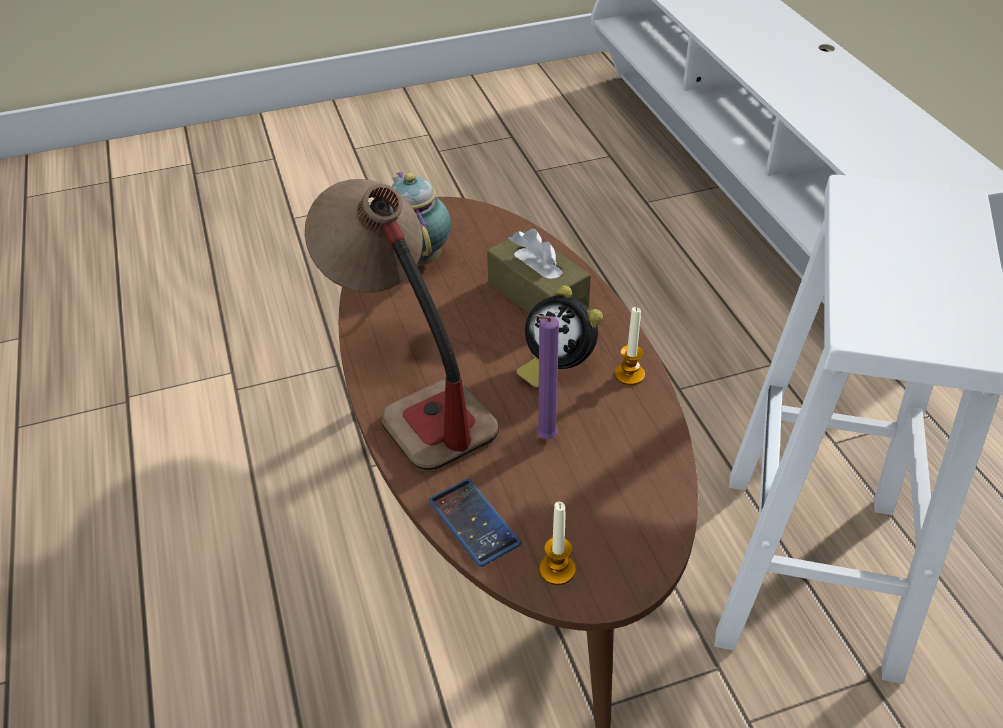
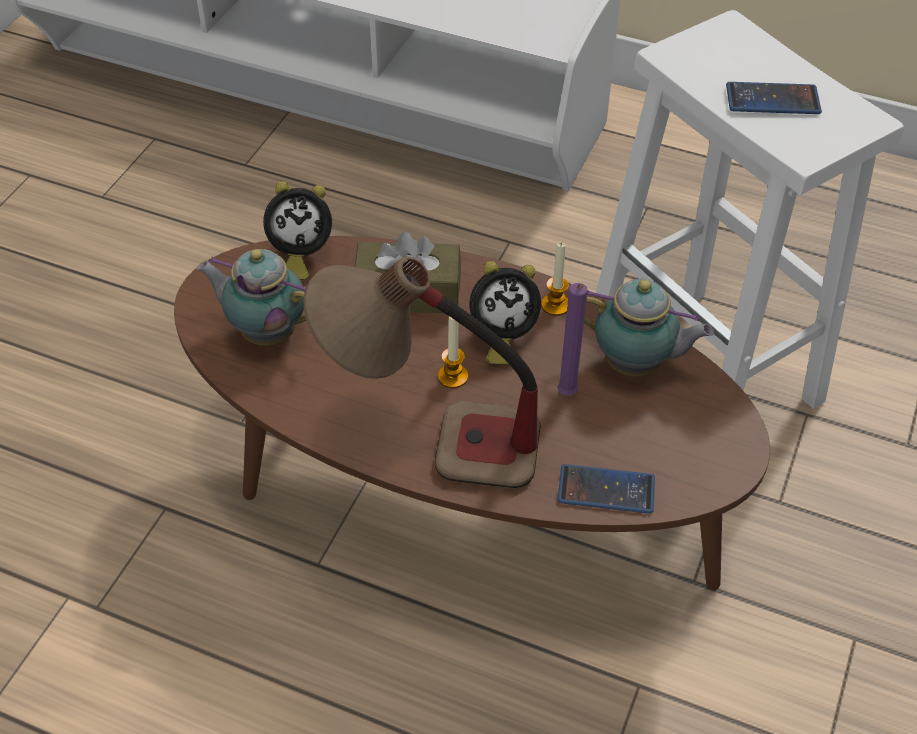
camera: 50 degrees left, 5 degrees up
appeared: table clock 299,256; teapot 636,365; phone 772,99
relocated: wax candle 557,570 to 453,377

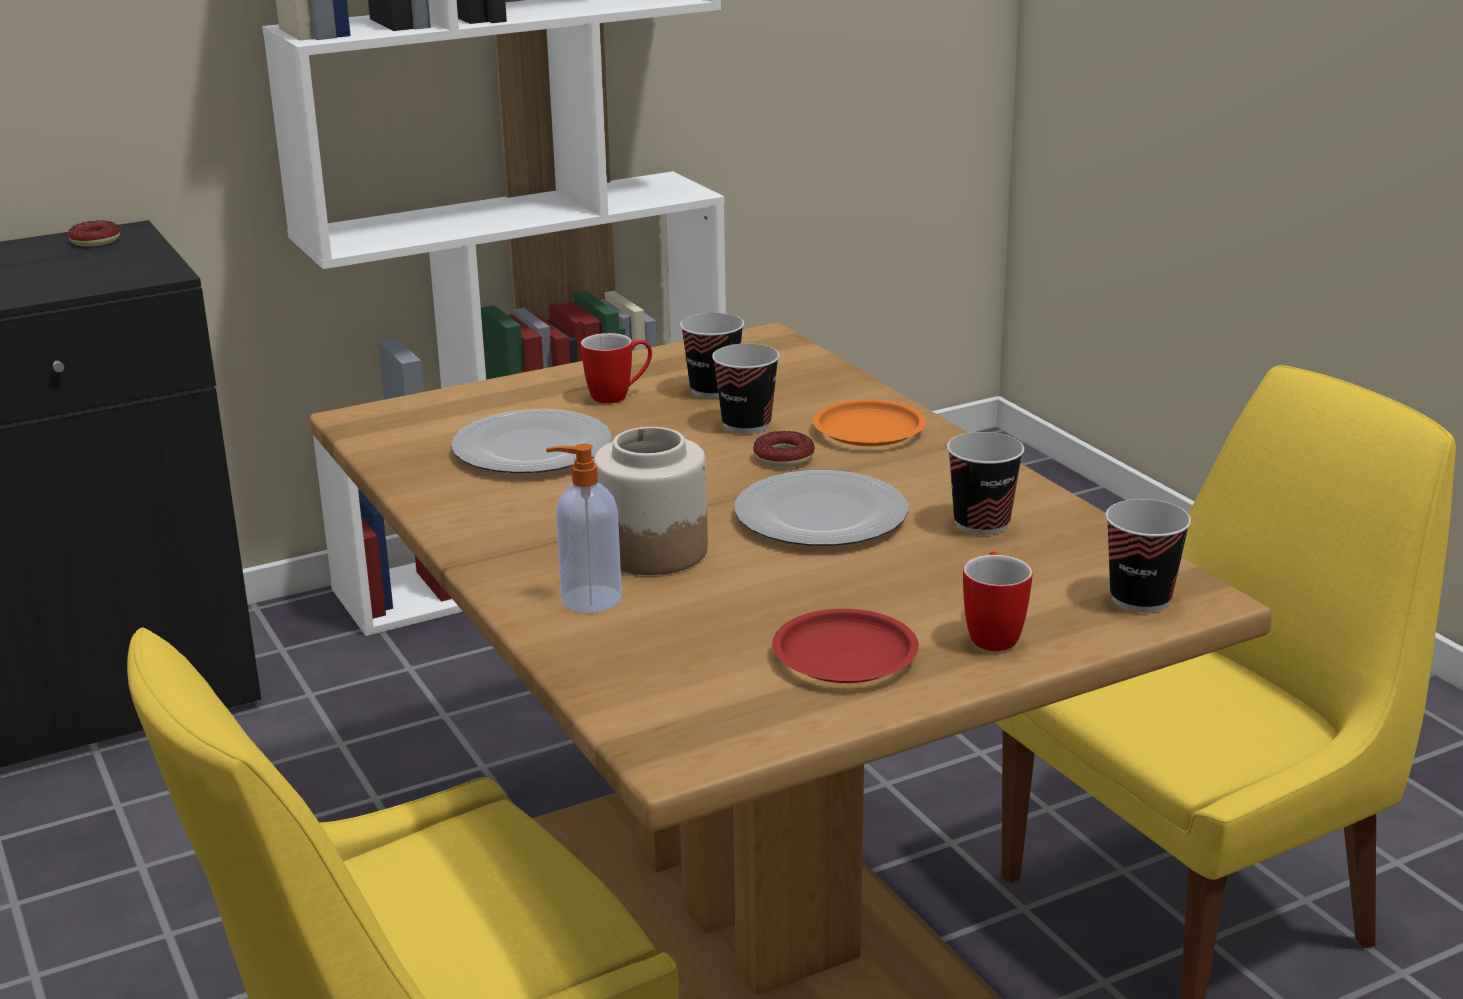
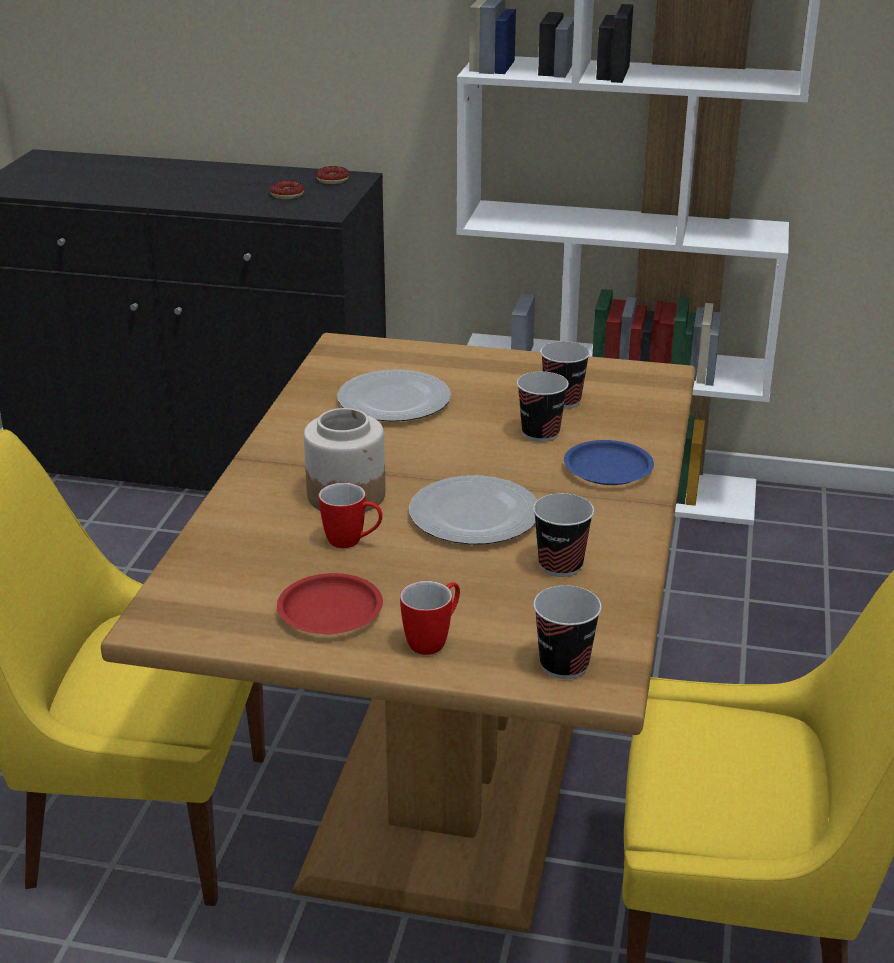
camera: 40 degrees right, 5 degrees up
missing: soap bottle 589,600
relocated: mug 619,396 to 352,542; doughnut 784,457 to 287,195
colour: orangey dinner plate 867,430 to bluish dinner plate 607,468

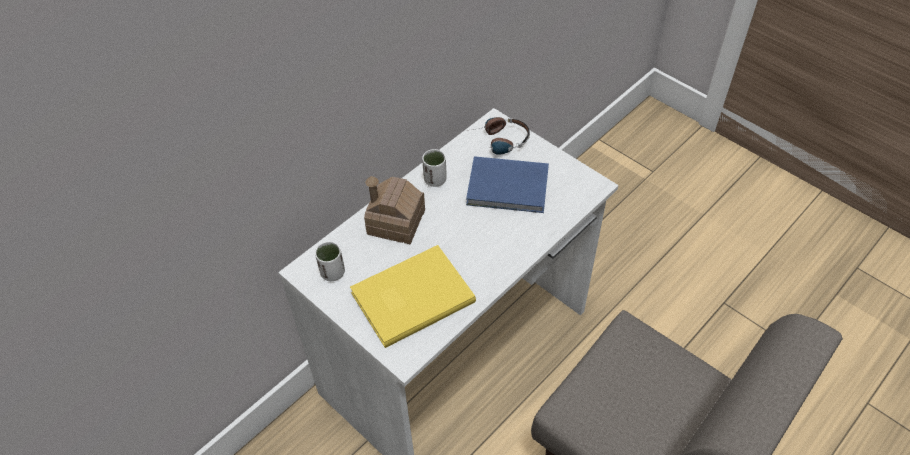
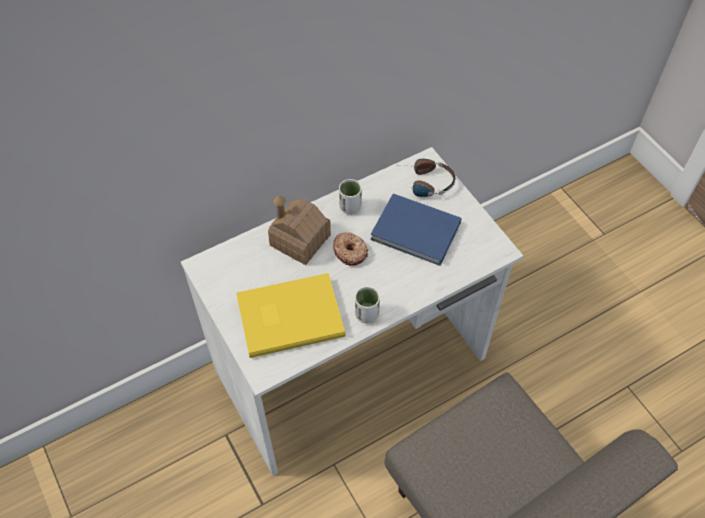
camera: 15 degrees right, 5 degrees up
appeared: doughnut 350,252
relocated: whitish cup 332,273 to 366,314

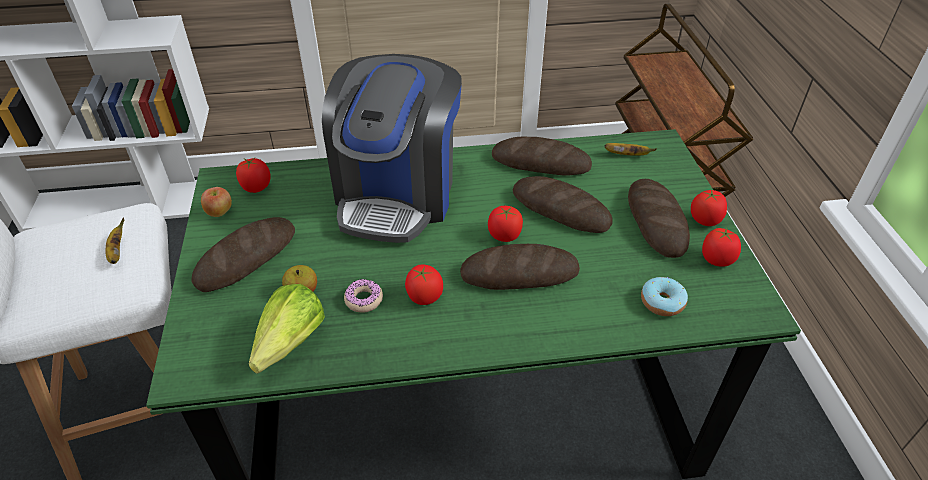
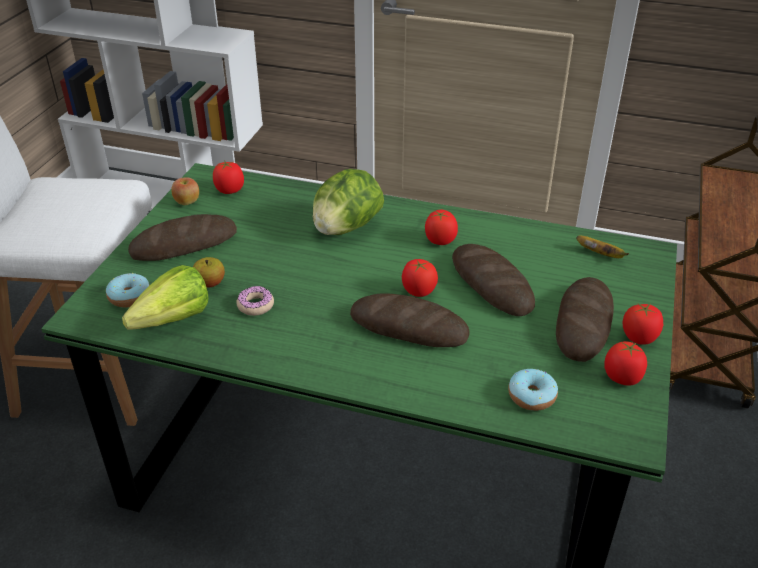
camera: 25 degrees right, 5 degrees down
missing: banana 117,252; bakery bread 541,162
appeared: doughnut 129,296
relocated: fresh tomato 424,297 to 440,240
exchanged: coffee machine 397,193 to lettuce head 346,228

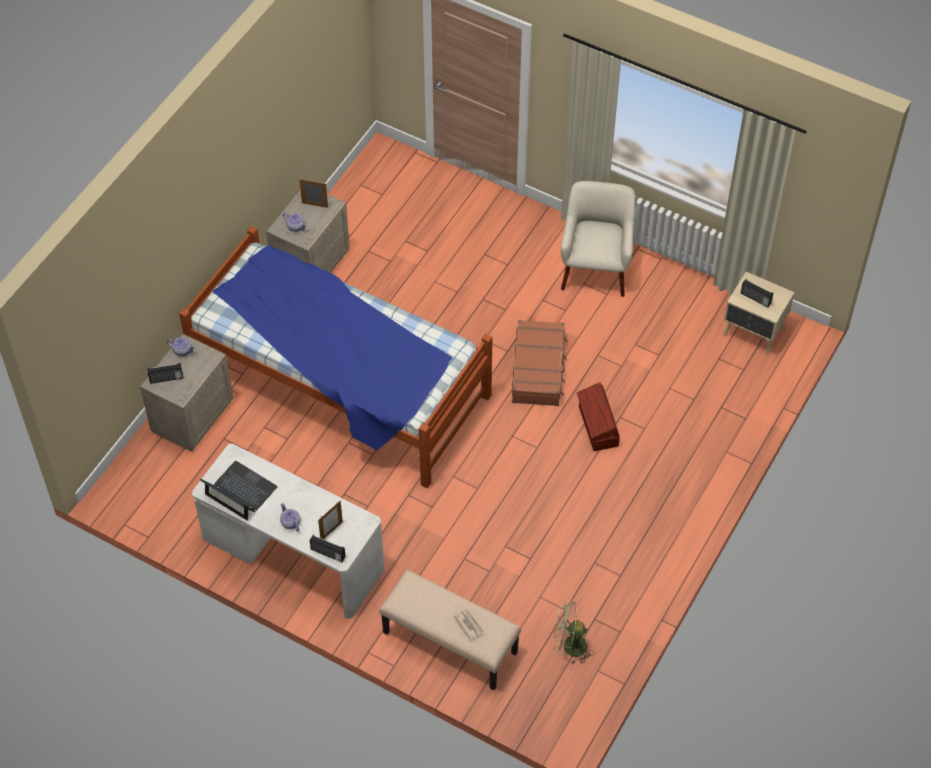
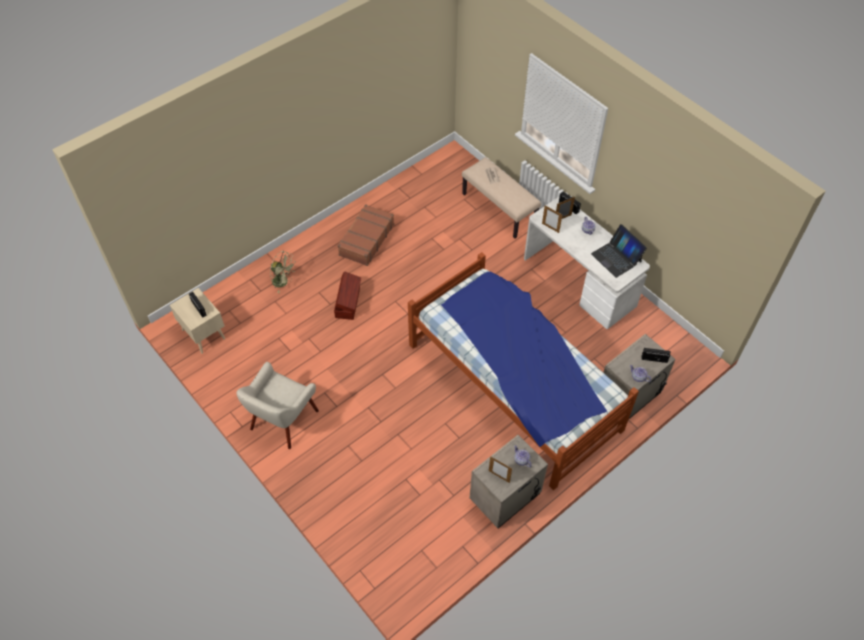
camera: 160 degrees left, 0 degrees up
appeared: photo frame 550,228
relocated: brown travel case 538,369 to 366,240; green fan 569,647 to 283,282

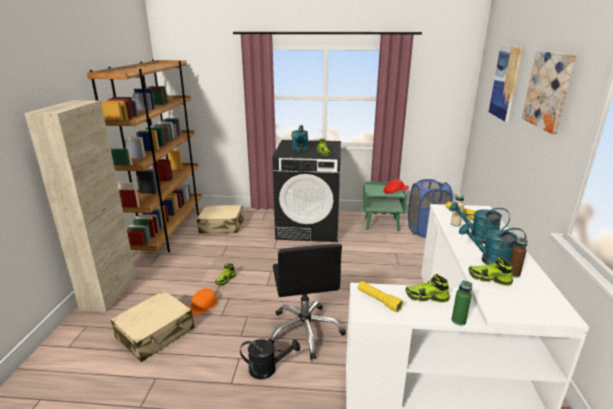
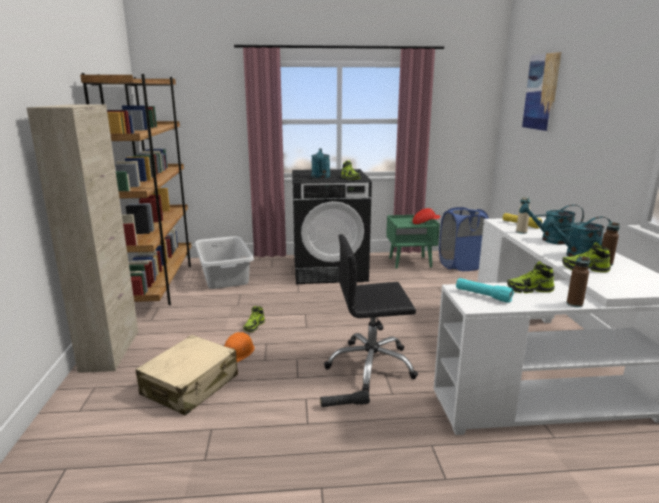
camera: 10 degrees left, 5 degrees down
missing: picture 549,90
exchanged: beige-coloured travel case 222,226 to greyish laundry basket 225,276; black-coloured watering can 268,369 to black-coloured torch 344,405
colour: yellow-coloured torch 379,301 to turquoise torch 483,296; green drink bottle 458,321 to brown drink bottle 574,304
spun: black-coloured computer chair 305,331 = 371,365 105 degrees clockwise

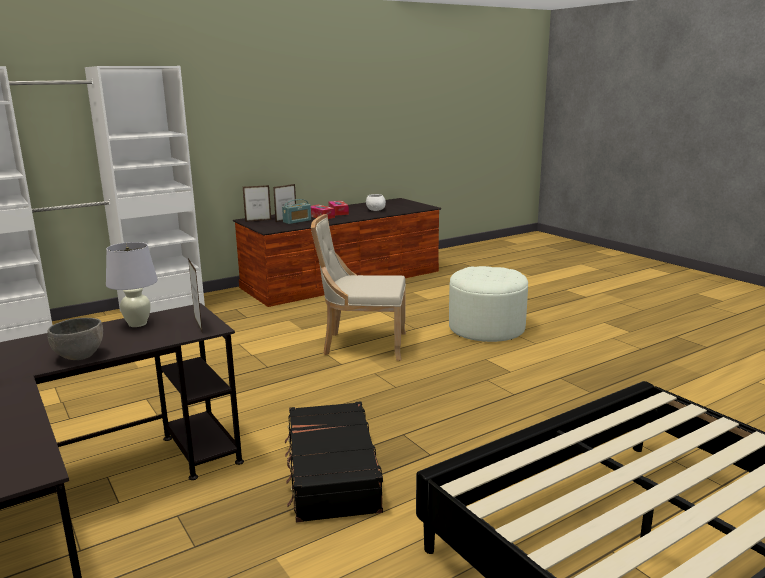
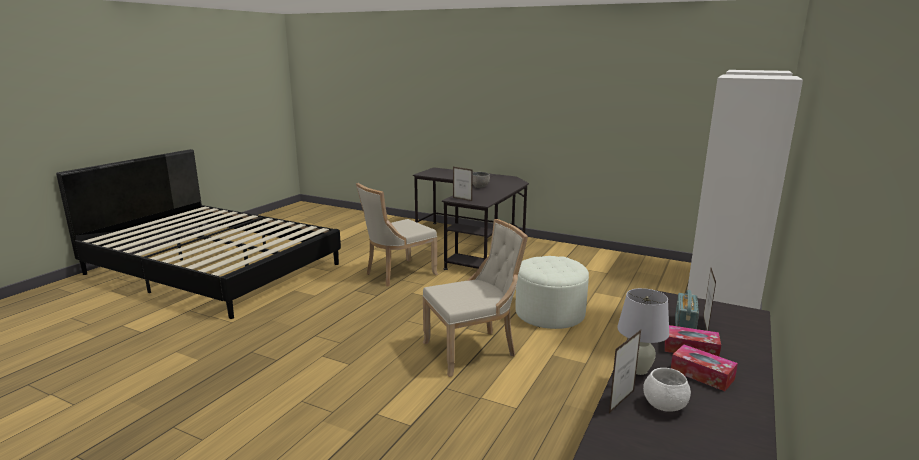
camera: 150 degrees right, 0 degrees up
relocated: whitish tabletop lamp 137,324 to 638,370; photo frame 258,220 to 621,402; whitish ottoman 486,328 to 550,313
exchanged: black-coloured travel case 331,473 to beige-coloured chair 397,274

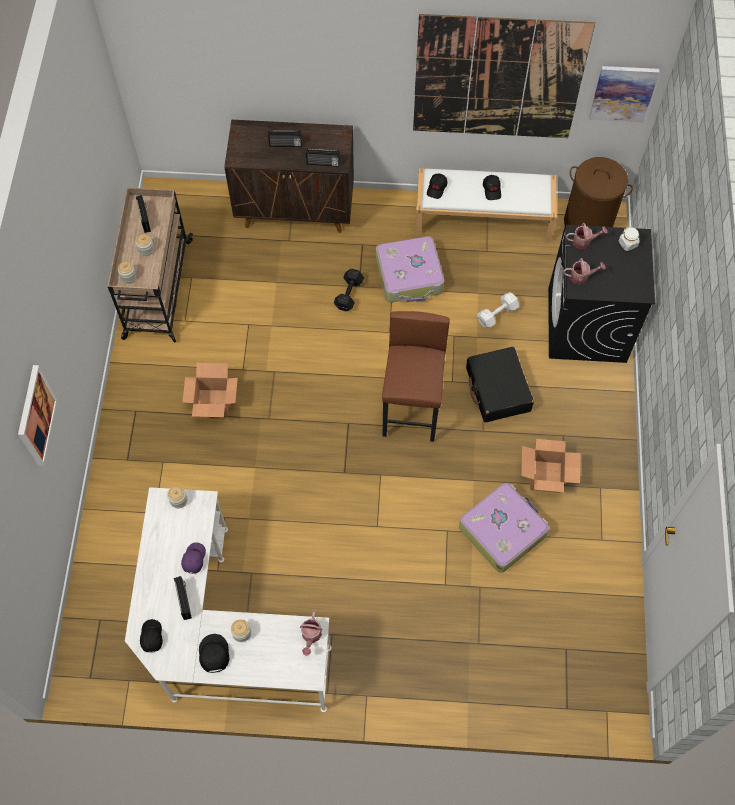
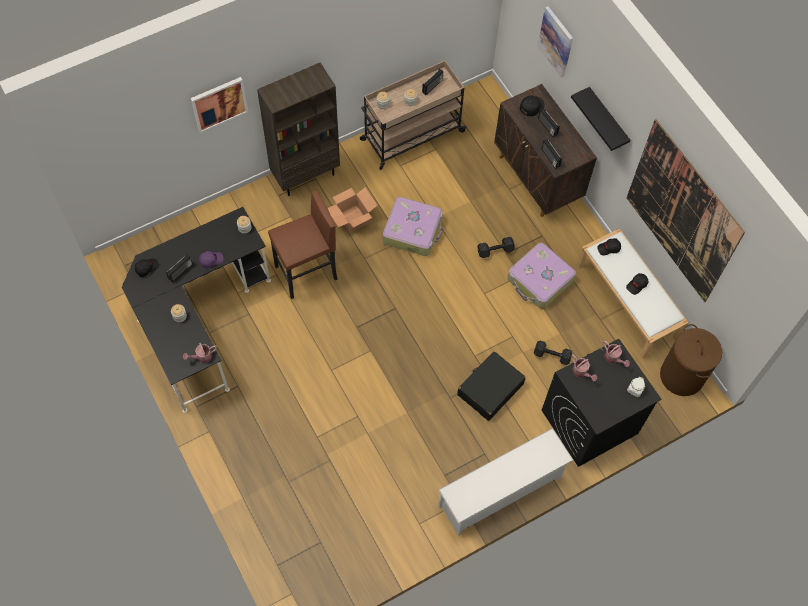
camera: 55 degrees right, 0 degrees up
missing: carton 545,476
appeared: brown shelving unit 306,175; whitish shoe rack 500,493; black-coloured shelf 607,120
relocated: black-coloured peaked cap 213,654 to 531,106; brown sitting stool 412,410 to 306,273; travel case 502,530 to 413,230; picture 623,93 to 556,41
colour: whitish desk unit 220,633 to black-coloured desk unit 197,320; whitish dumbbell 498,314 to black-coloured dumbbell 552,356

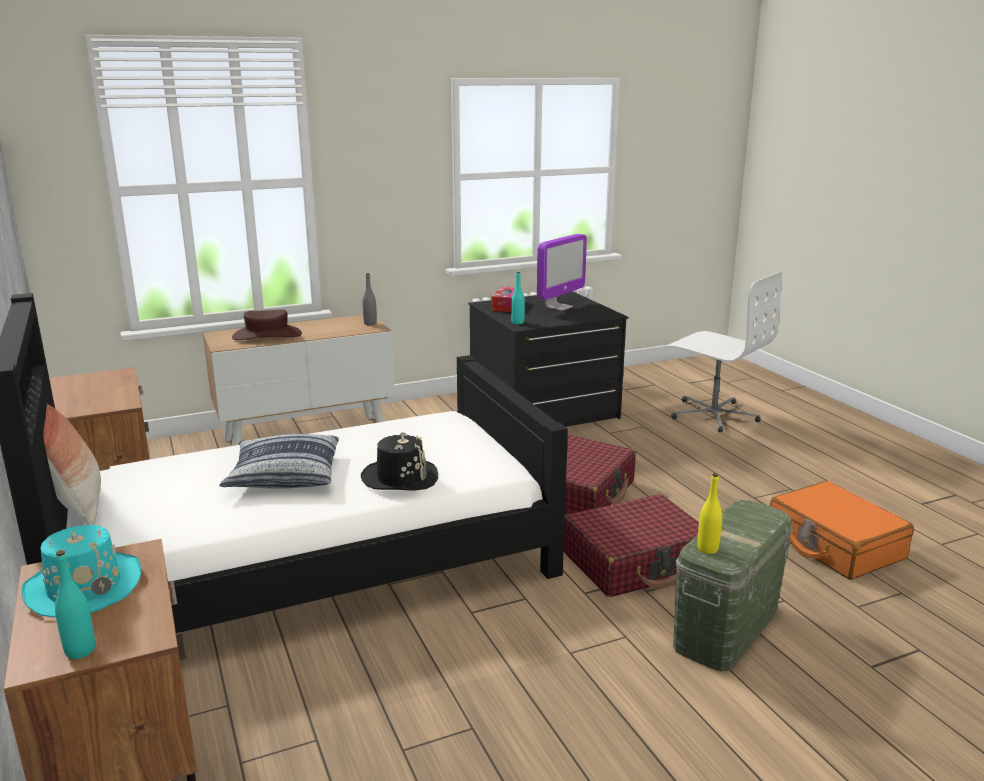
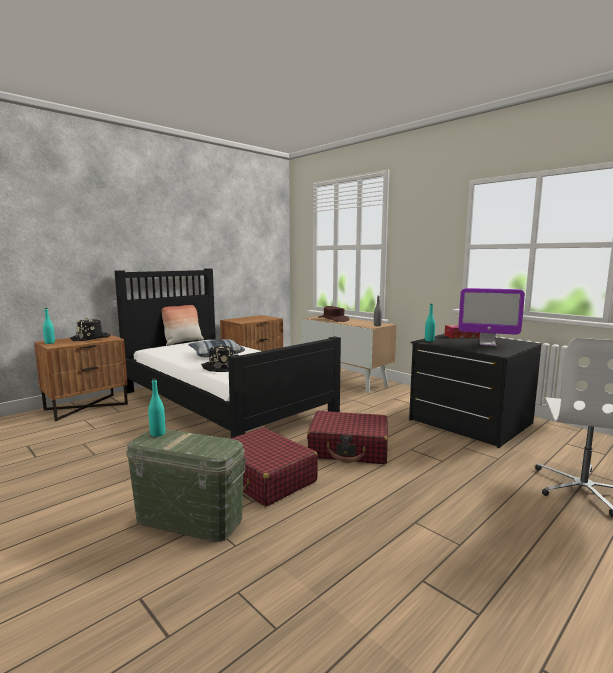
camera: 70 degrees right, 10 degrees down
missing: orangey travel case 834,545
colour: turquoise wearable hat 84,586 to black-coloured wearable hat 91,338; yellow-coloured drink bottle 707,549 to turquoise drink bottle 157,434

